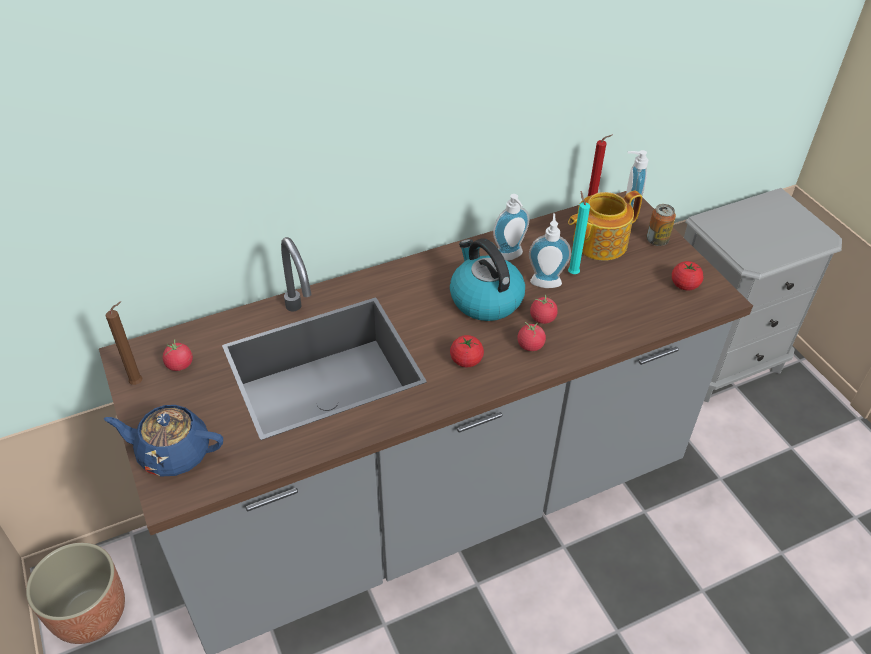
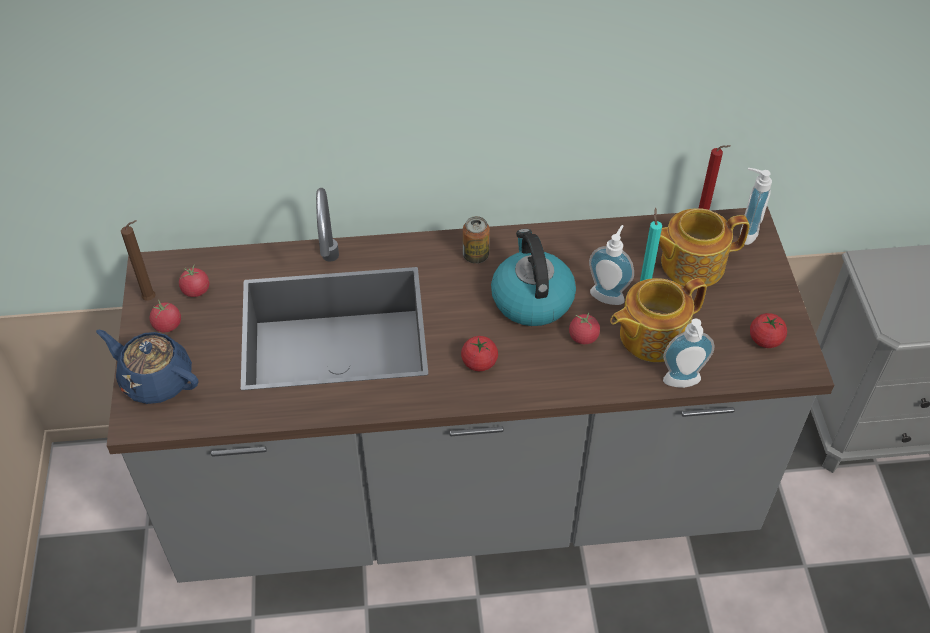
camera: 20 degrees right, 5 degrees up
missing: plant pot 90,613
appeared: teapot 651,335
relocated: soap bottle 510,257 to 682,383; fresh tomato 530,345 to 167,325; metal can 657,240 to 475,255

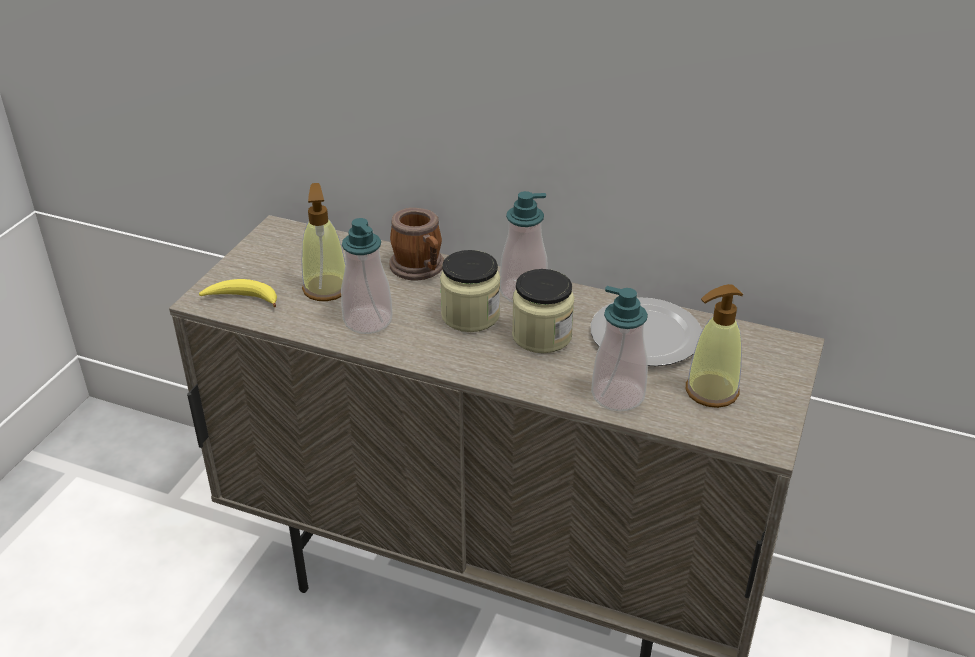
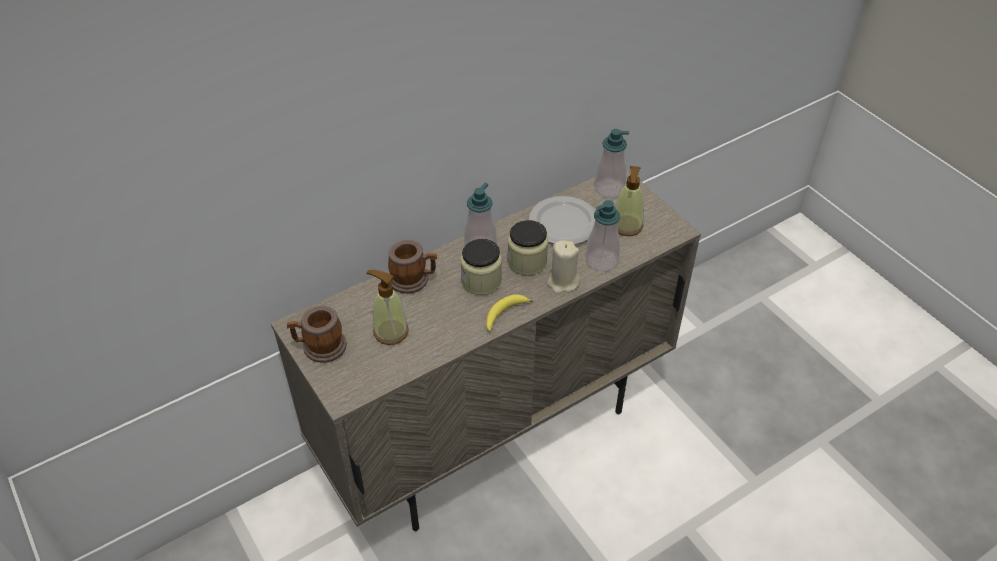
camera: 55 degrees left, 10 degrees up
appeared: mug 319,347; beige-coloured wax candle 562,282
relocated: banana 242,299 to 504,314; soap bottle 368,321 to 609,188

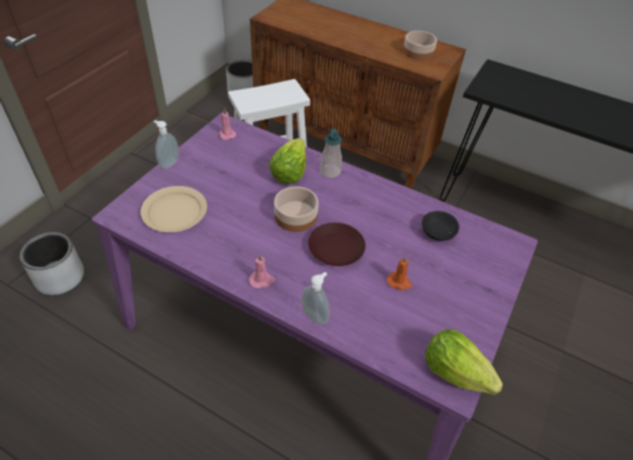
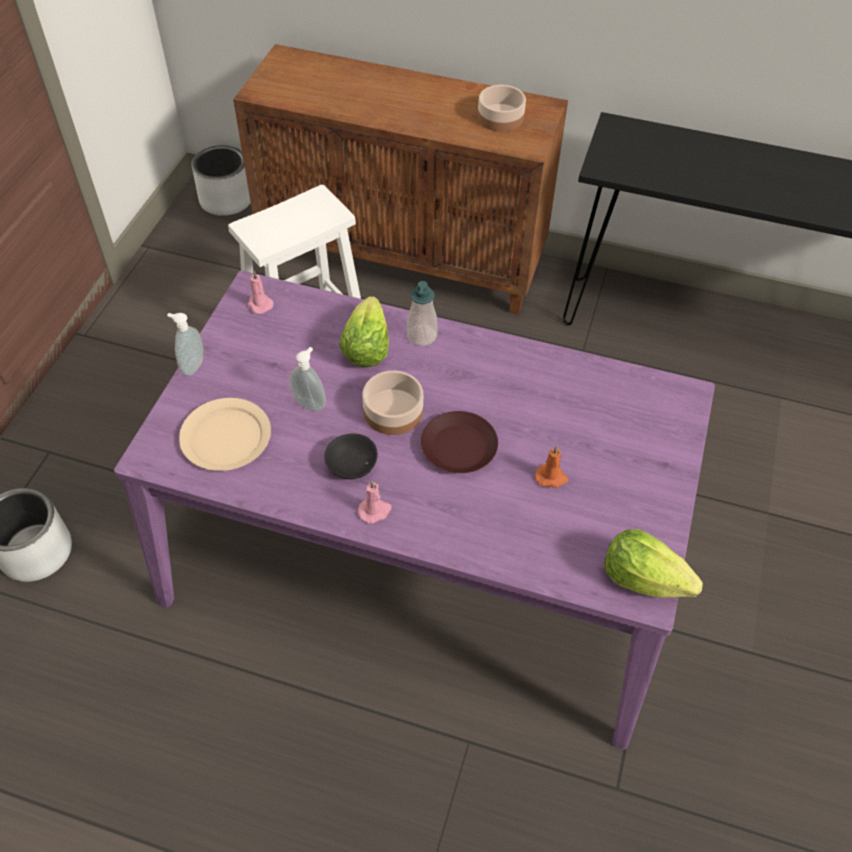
camera: 10 degrees left, 5 degrees up
relocated: soap bottle 315,315 to 310,403; black-coloured serving bowl 437,231 to 351,463

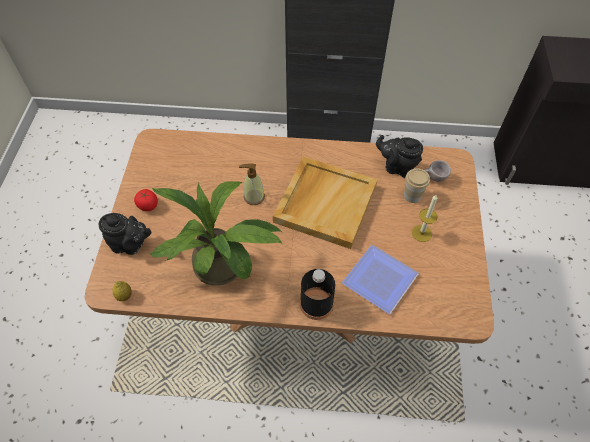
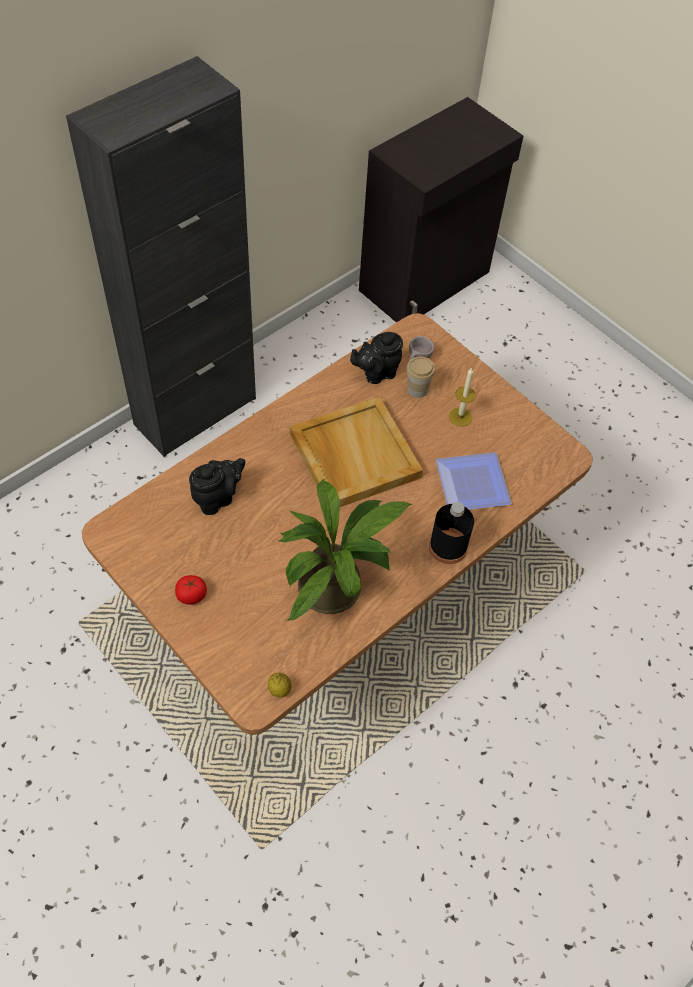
camera: 50 degrees left, 0 degrees up
missing: soap bottle 254,197
relocated: black-coloured teapot 130,245 to 217,498

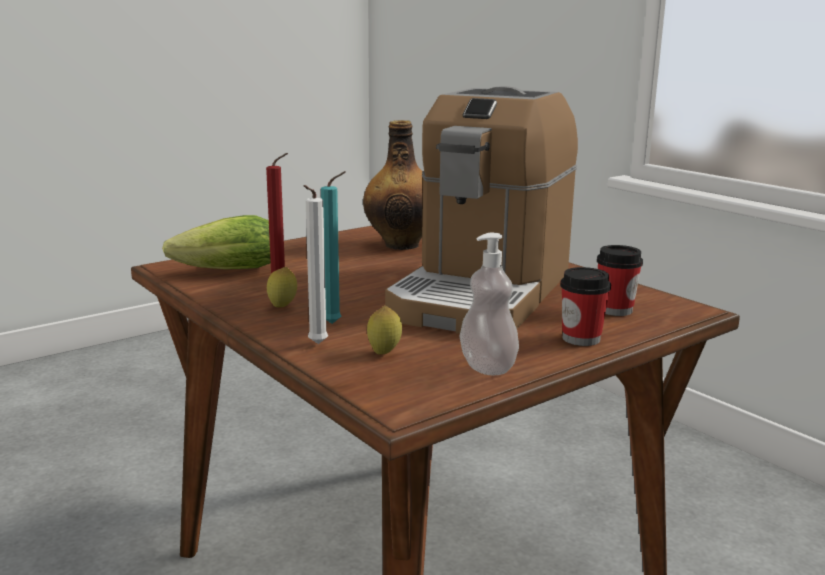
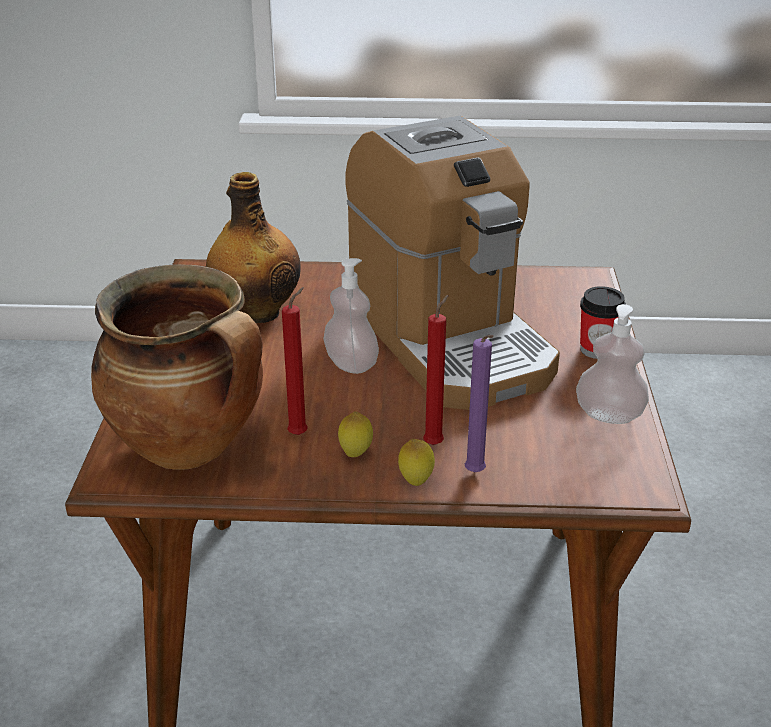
camera: 50 degrees left, 15 degrees up
missing: cup 615,310
appeared: soap bottle 351,364
relocated: lemon 384,353 to 416,481
exchanged: lettuce head 222,272 to cooking pot 192,447
colour: whitish wax candle 316,345 to purple-coloured wax candle 476,474; turquoise wax candle 335,324 to red wax candle 435,443

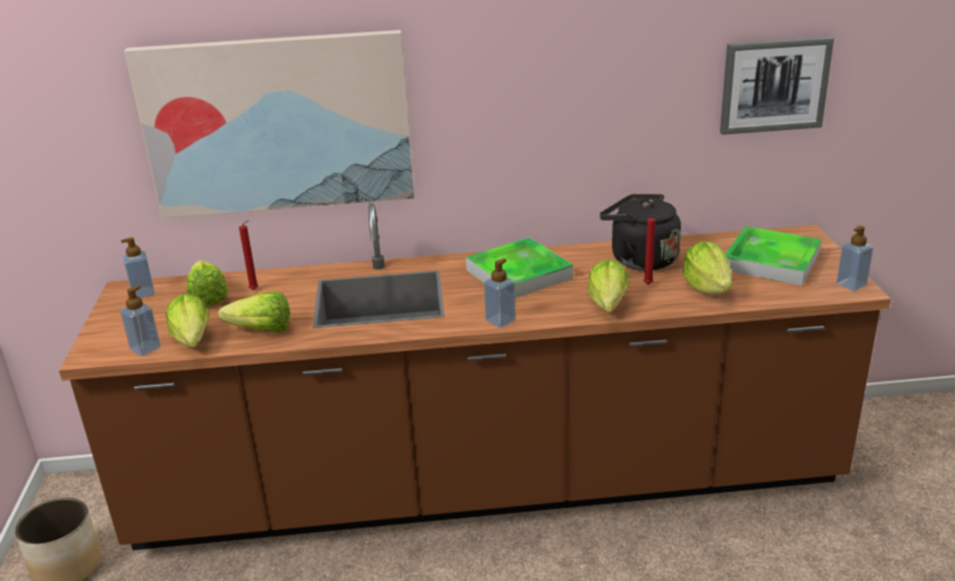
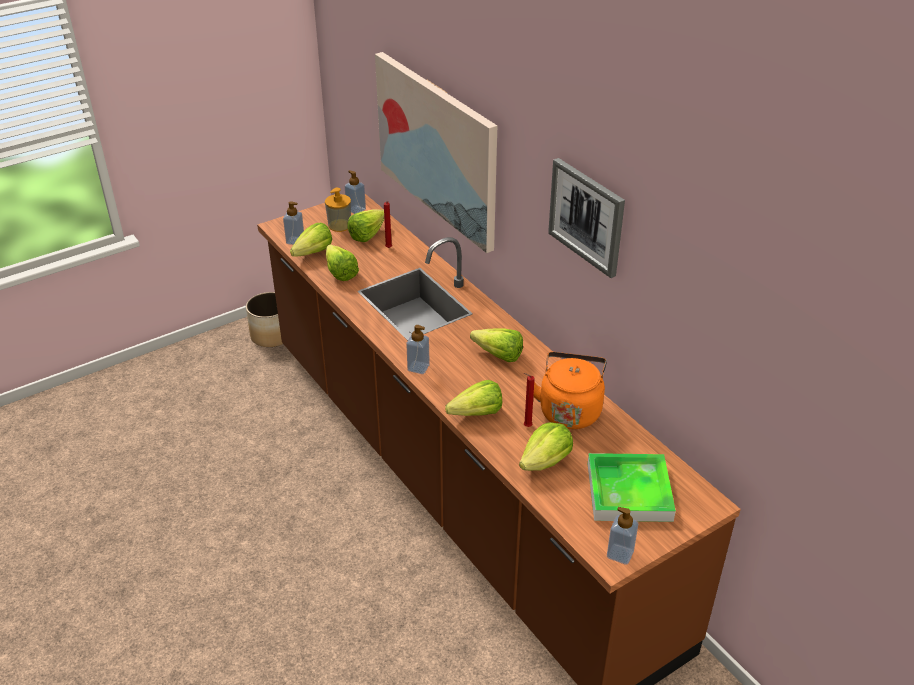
camera: 60 degrees right, 10 degrees up
appeared: soap bottle 339,225
relocated: picture 774,85 to 587,216
exchanged: tray 519,274 to lettuce head 495,354
colour: black-coloured tea kettle 639,259 to orangey tea kettle 569,410

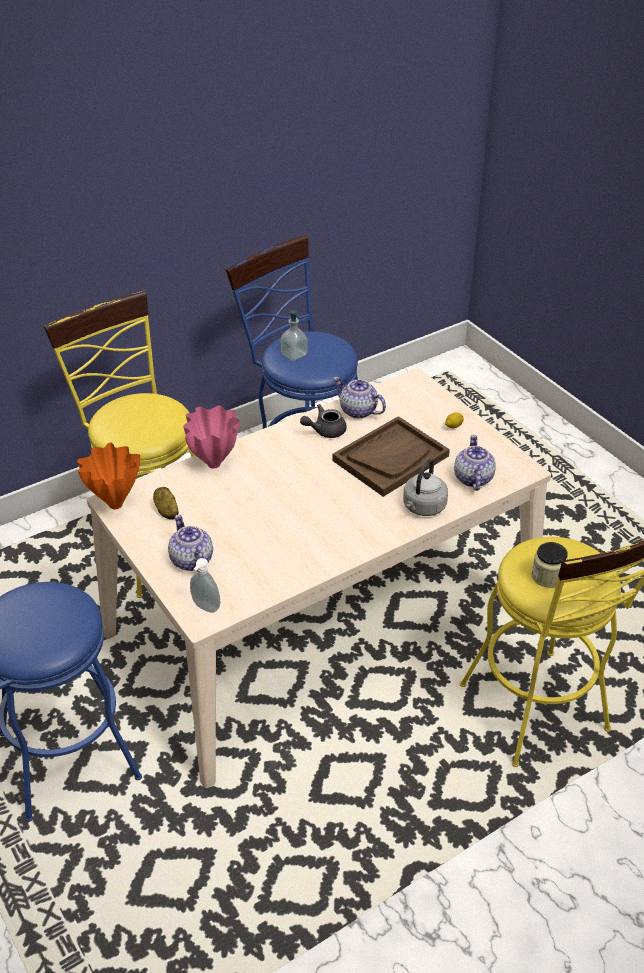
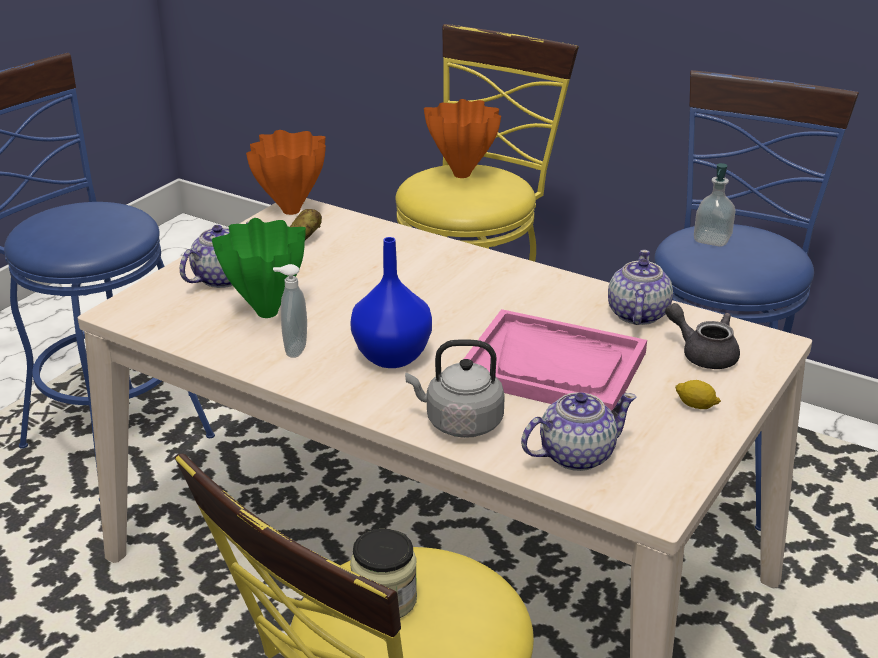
camera: 65 degrees right, 10 degrees down
missing: pinkish flower vase 215,463
appeared: green flower vase 267,312; bluish flower vase 393,357; orangey flower vase 463,175
relocated: soap bottle 205,608 to 293,349; greyish teapot 325,431 to 703,354
colour: brown tray 390,458 to pinkish tray 553,367

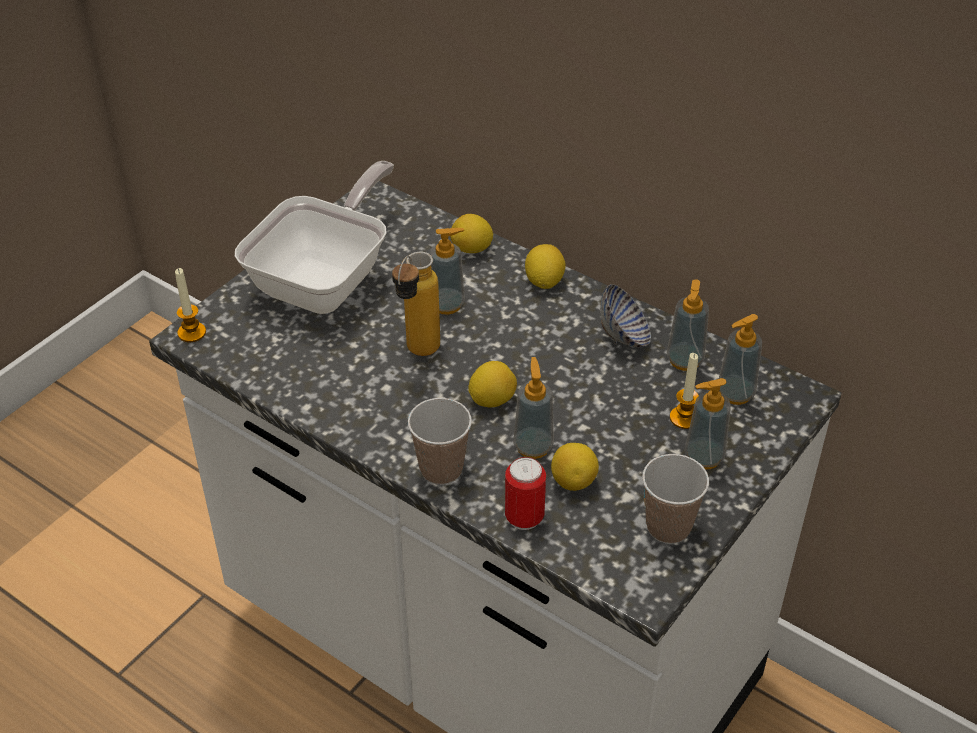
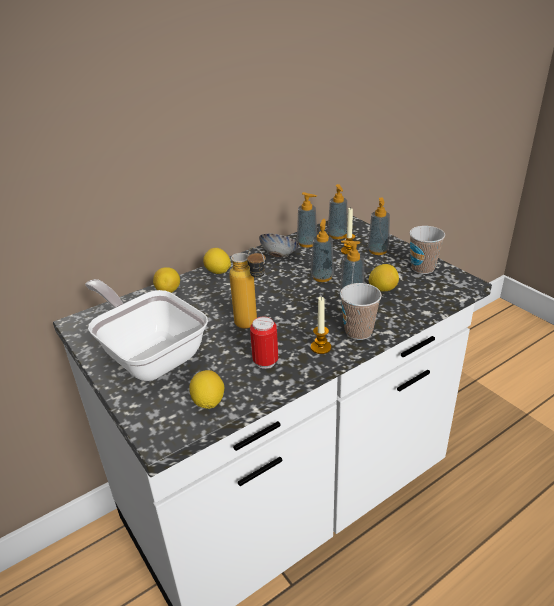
camera: 70 degrees left, 10 degrees down
relocated: wax candle 192,333 to 320,347; soap bottle 446,304 to 322,277; lemon 492,400 to 208,402; metal can 524,518 to 265,362

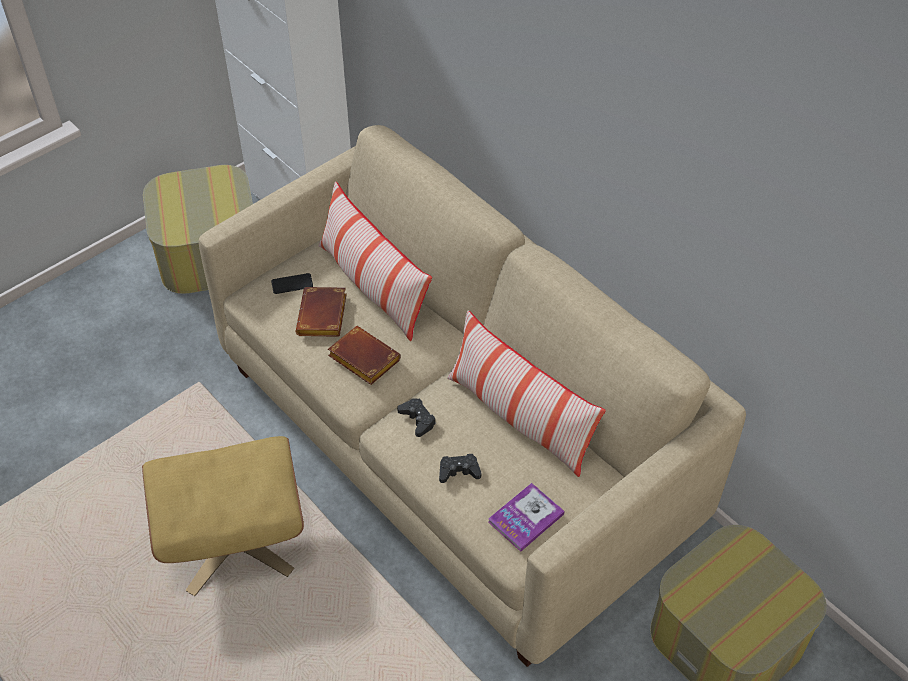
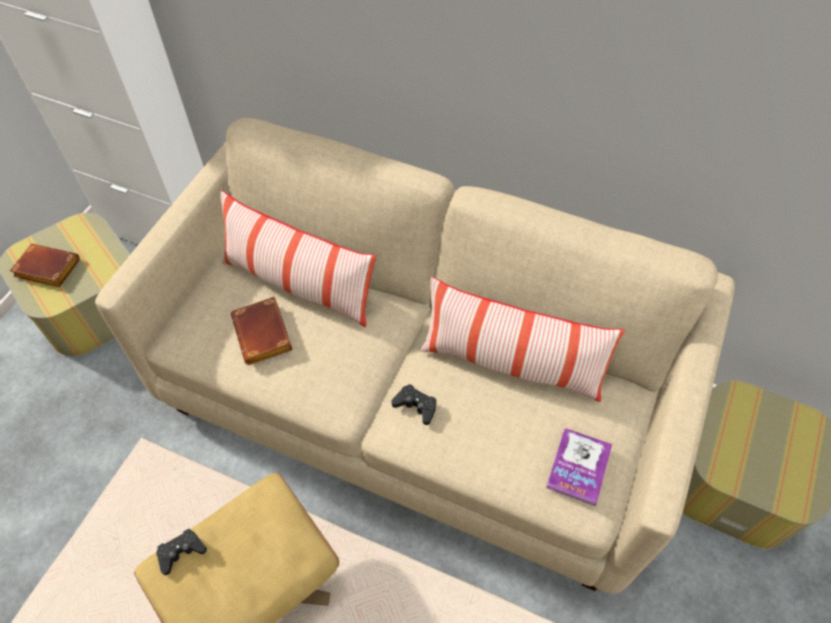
camera: 25 degrees left, 5 degrees up
missing: phone 292,284
relocated: brown volume 361,359 to 45,269; black-coloured gamepad 459,471 to 181,552

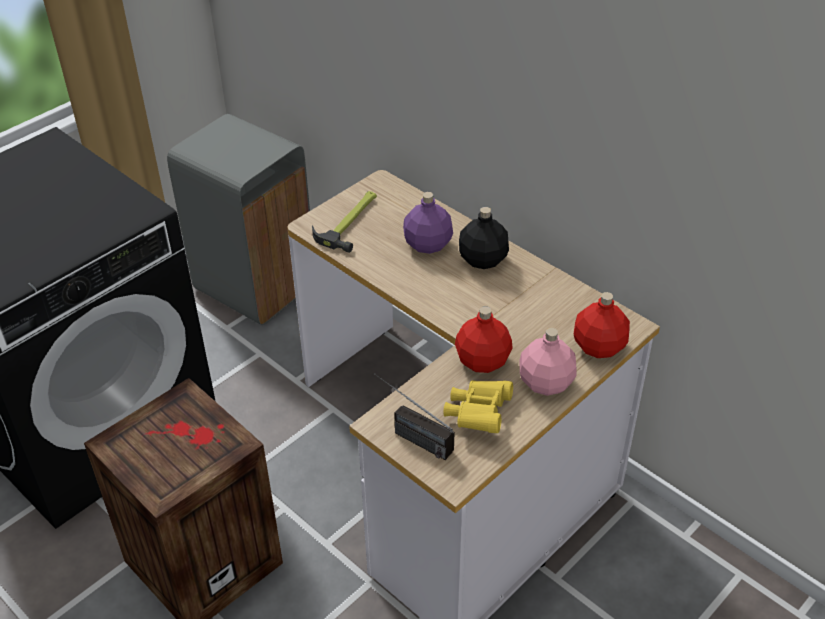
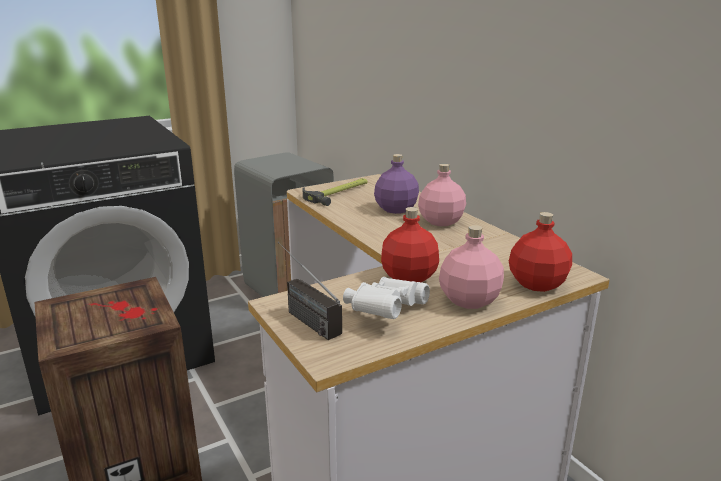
camera: 15 degrees right, 20 degrees down
colour: yellow-coloured field glasses 478,414 to whitish field glasses 384,312; black-coloured drink bottle 482,260 to pinkish drink bottle 440,221

